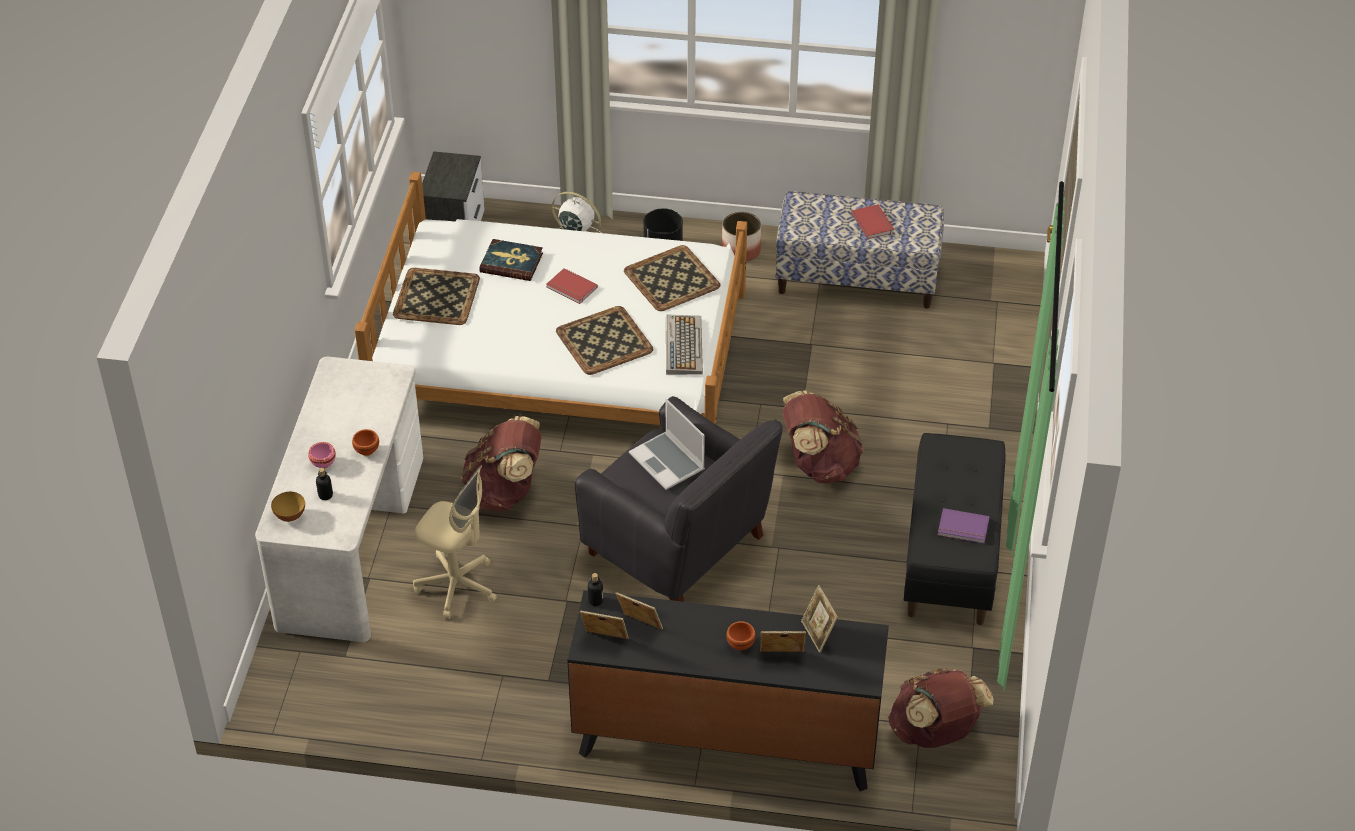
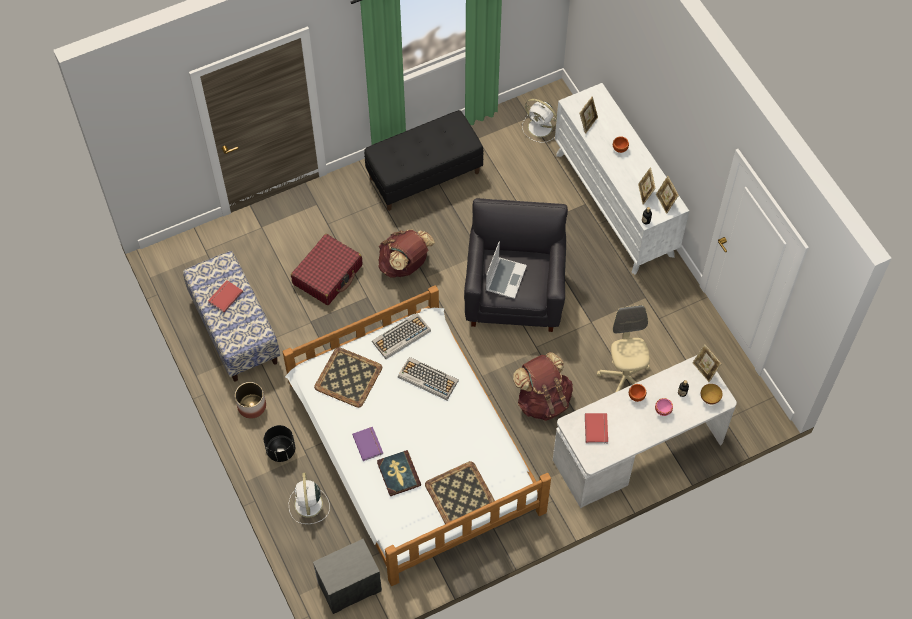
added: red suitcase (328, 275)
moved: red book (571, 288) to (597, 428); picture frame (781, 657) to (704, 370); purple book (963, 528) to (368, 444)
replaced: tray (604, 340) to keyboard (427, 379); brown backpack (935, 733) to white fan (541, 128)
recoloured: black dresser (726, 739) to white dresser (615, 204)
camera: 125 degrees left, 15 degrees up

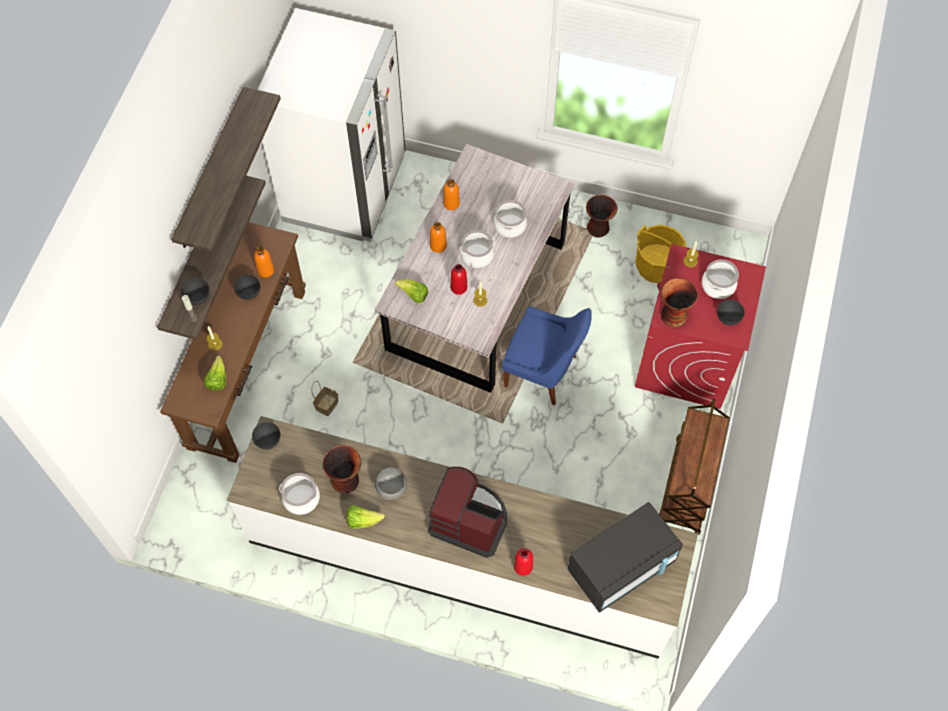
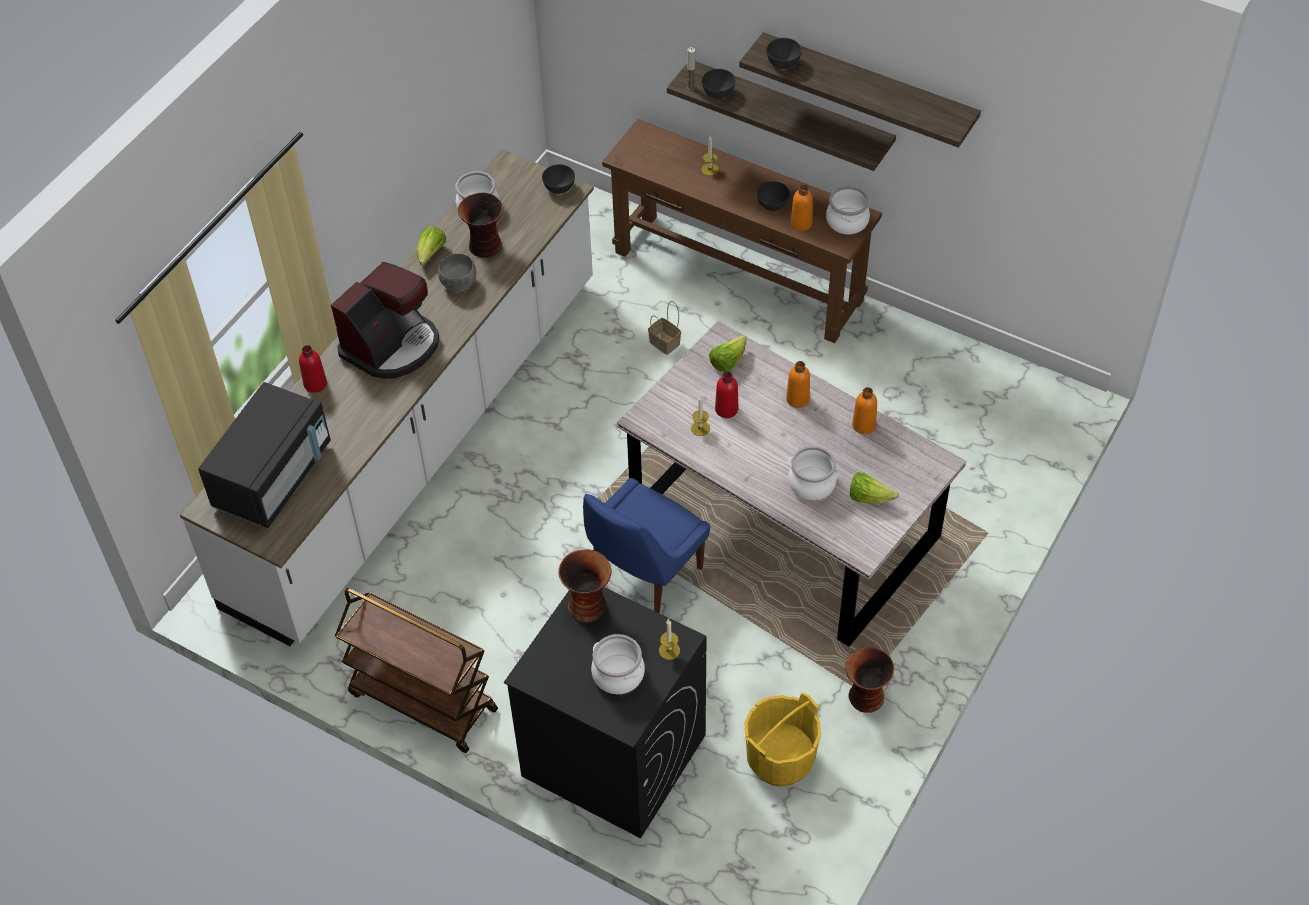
removed: white fridge (345, 189)
moved: lettuce (217, 379) to (869, 497); cooking pot (477, 256) to (846, 221); grey bowl (728, 318) to (783, 64)
recoloured: red washing machine (687, 359) to black washing machine (612, 755)
turned: black microwave (621, 566) = (273, 477) 135 degrees counterclockwise
camera: 105 degrees right, 10 degrees down

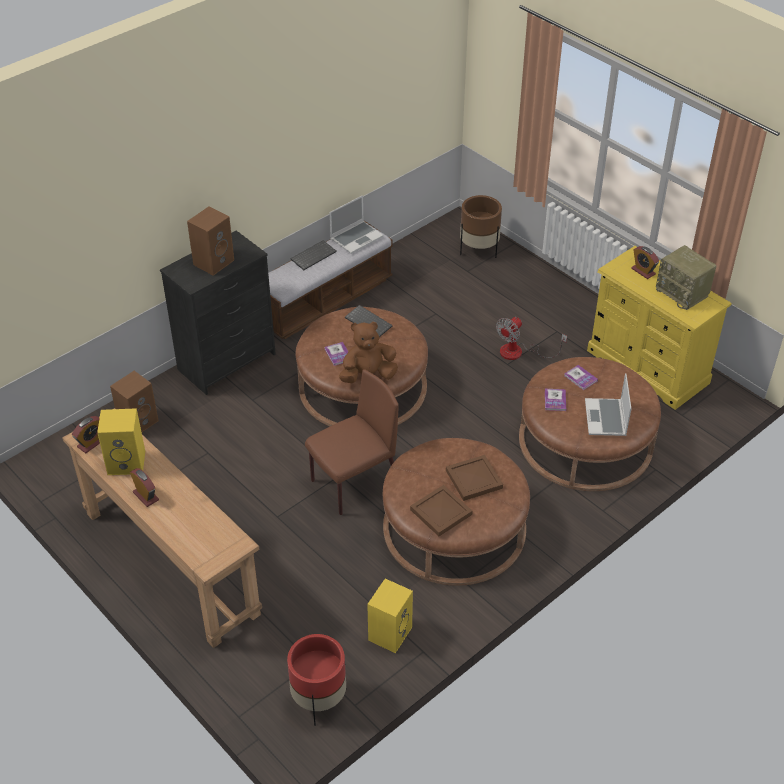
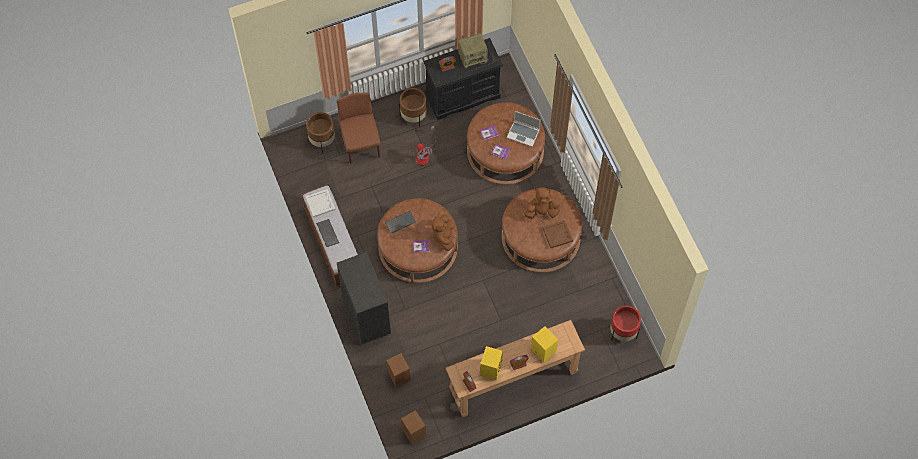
added: brown planter (414, 116)
moved: brown speaker (213, 261) to (413, 432); brown chair (354, 483) to (361, 144); yellow speaker (390, 632) to (542, 350)
replaced: laptop (356, 237) to white tray (320, 203); brown tray (475, 479) to brown plush toy (542, 211)
recoloured: yellow dresser (647, 367) to black dresser (463, 95)
camera: 70 degrees left, 20 degrees up

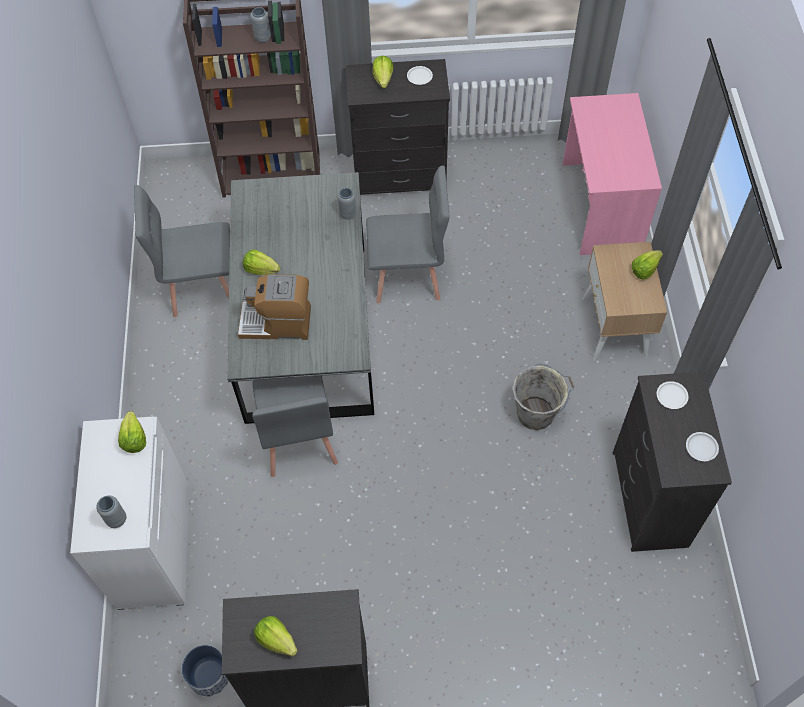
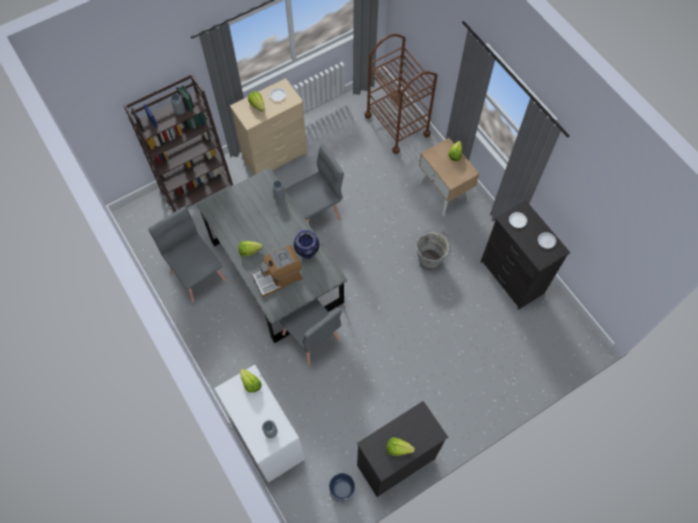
added: vase (307, 253)
replaced: pink desk (599, 206) to brown cart (397, 125)
recoloured: black dresser (400, 178) to beige dresser (275, 156)
turned: grey chair (202, 287) = (198, 275) 90 degrees clockwise
camera: 30 degrees left, 5 degrees up

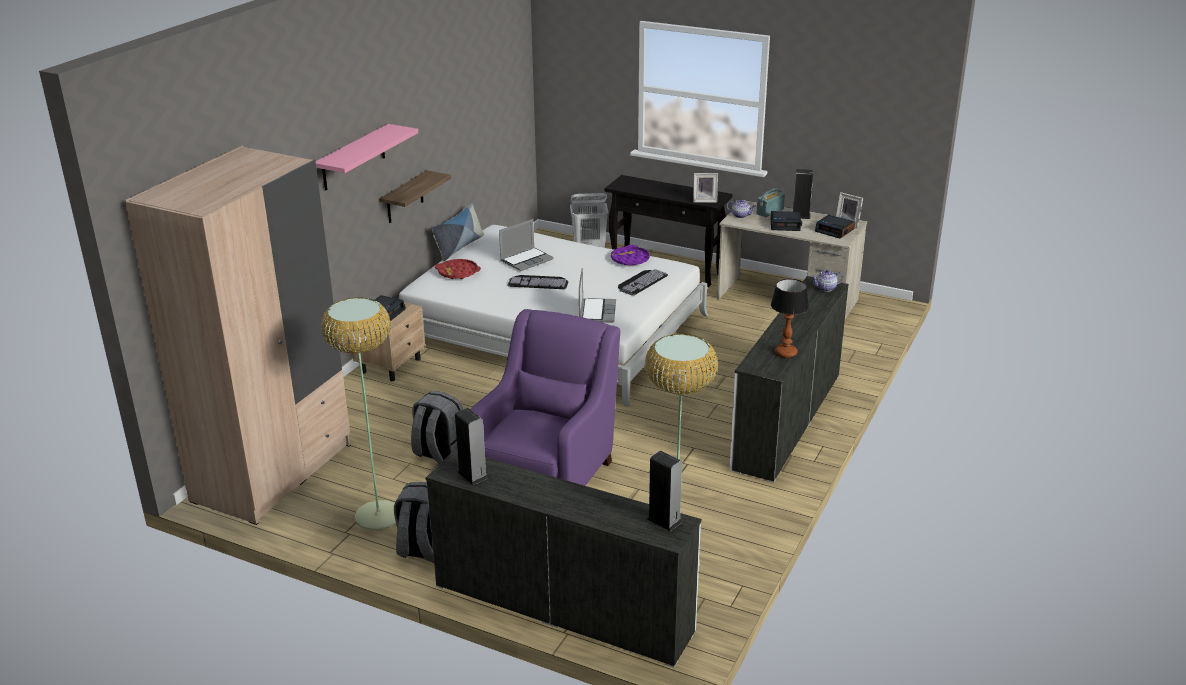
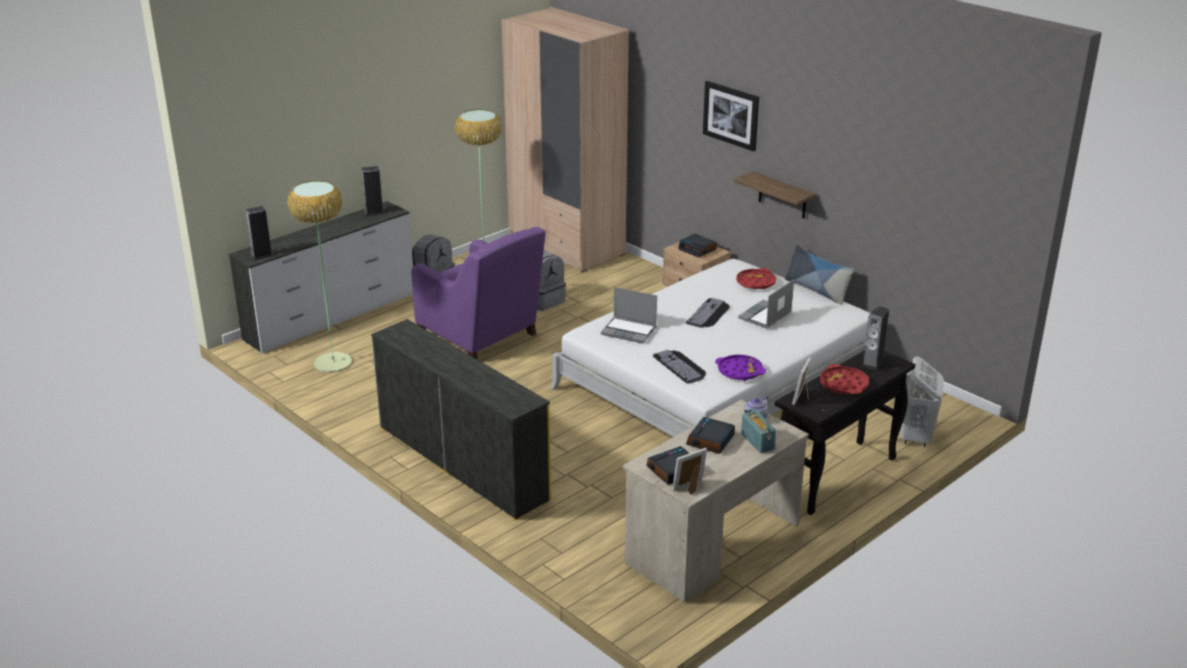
removed: table lamp (786, 353); teapot (826, 288)
added: red tray (844, 384)
moved: speaker (800, 216) to (872, 363)
replaced: pink shelf (353, 158) to picture (731, 115)
recoloured: white dresser (786, 421) to yellow dresser (462, 462)
turned: laptop (526, 260) = (765, 316) 60 degrees clockwise
camera: 110 degrees right, 0 degrees up

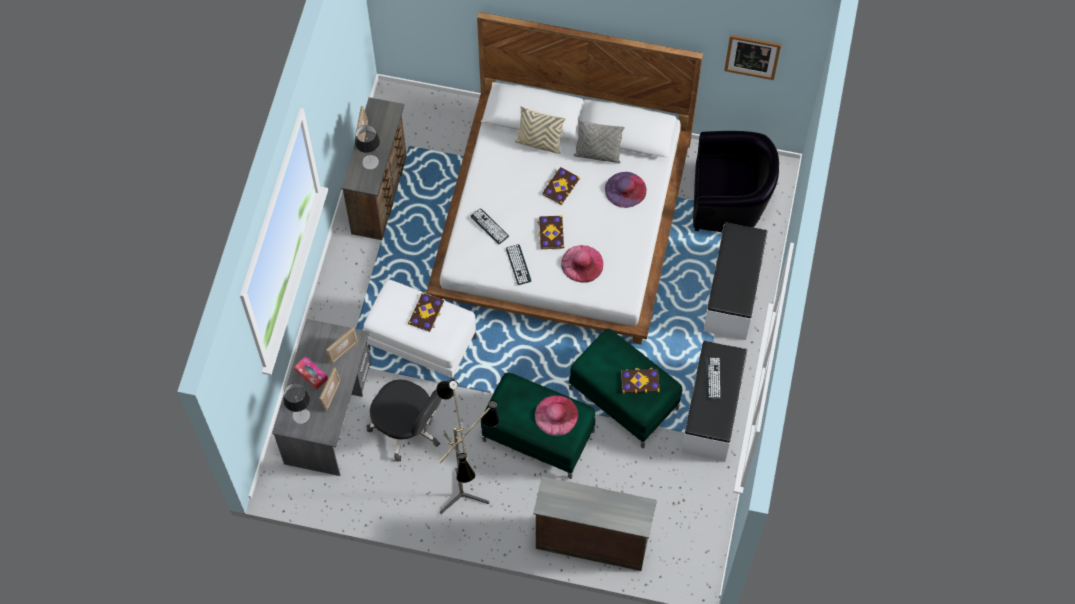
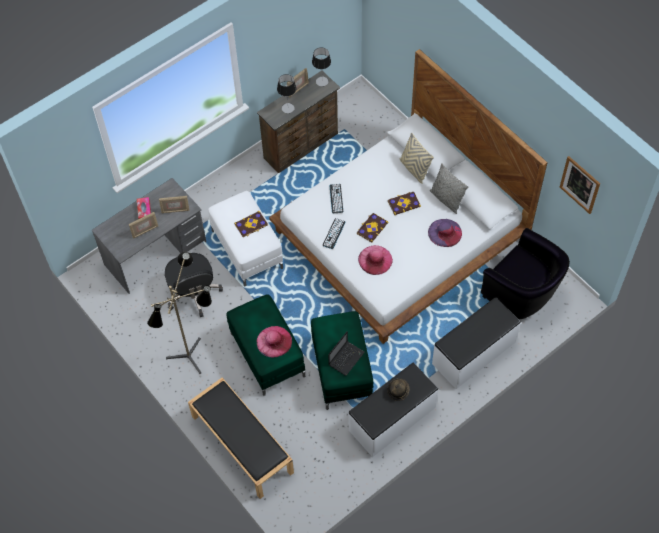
moved: table lamp (301, 415) to (322, 81)
replaced: brown dresser (591, 541) to black bench (241, 444); book (640, 381) to laptop (346, 358); keyboard (713, 378) to hat (398, 390)
camera: 40 degrees right, 5 degrees down

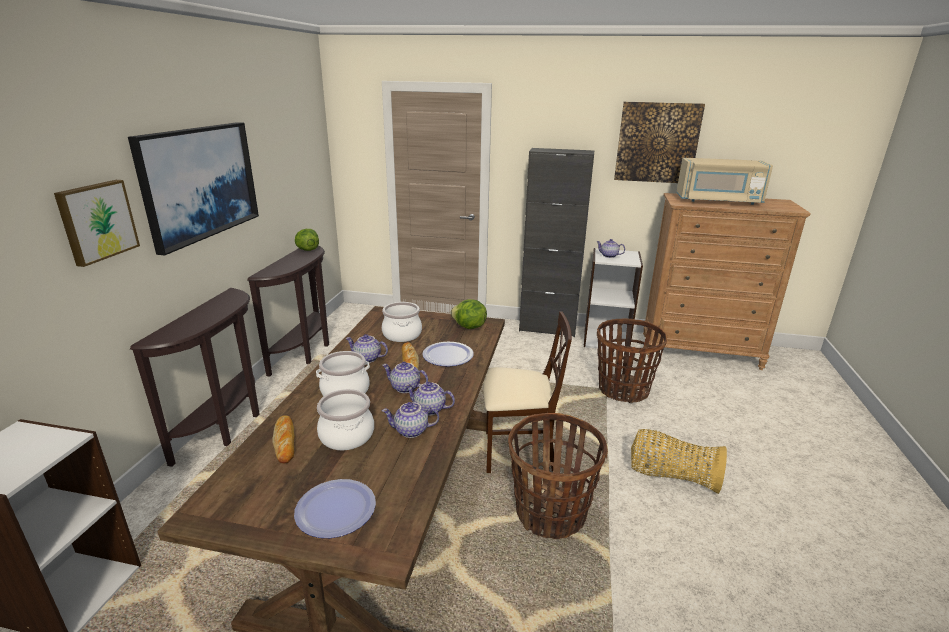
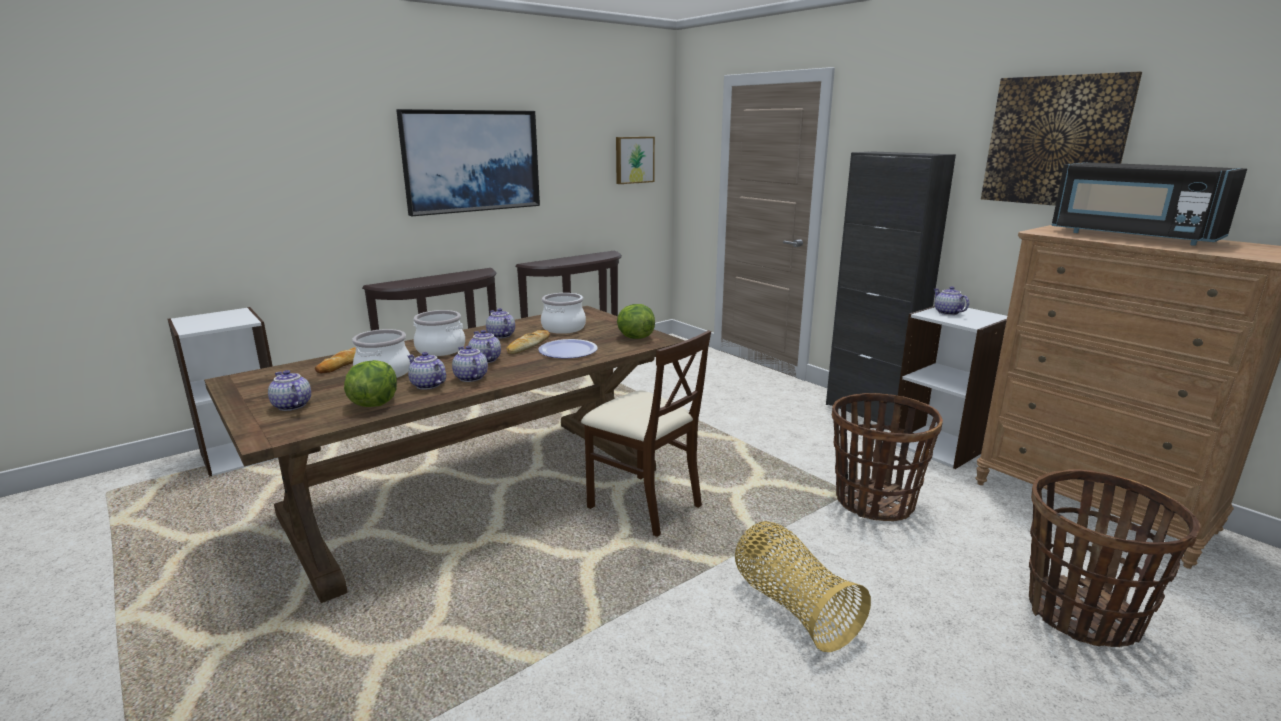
moved: picture (96, 221) to (634, 160); lettuce (307, 250) to (374, 403); basket (550, 514) to (1082, 614)
replaced: plate (336, 509) to teapot (291, 406)
recoloured: beige microwave (718, 201) to black microwave (1132, 236)
camera: 40 degrees right, 5 degrees down

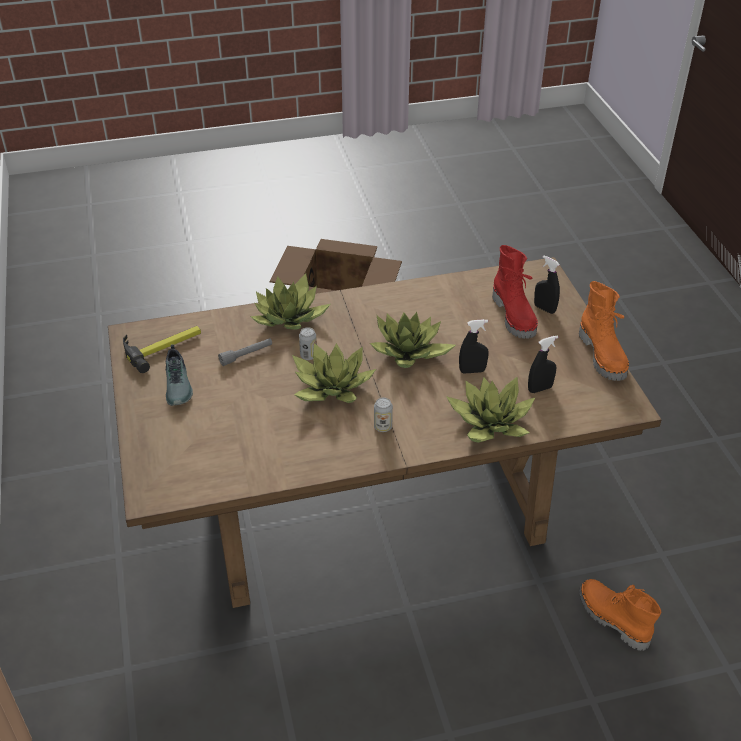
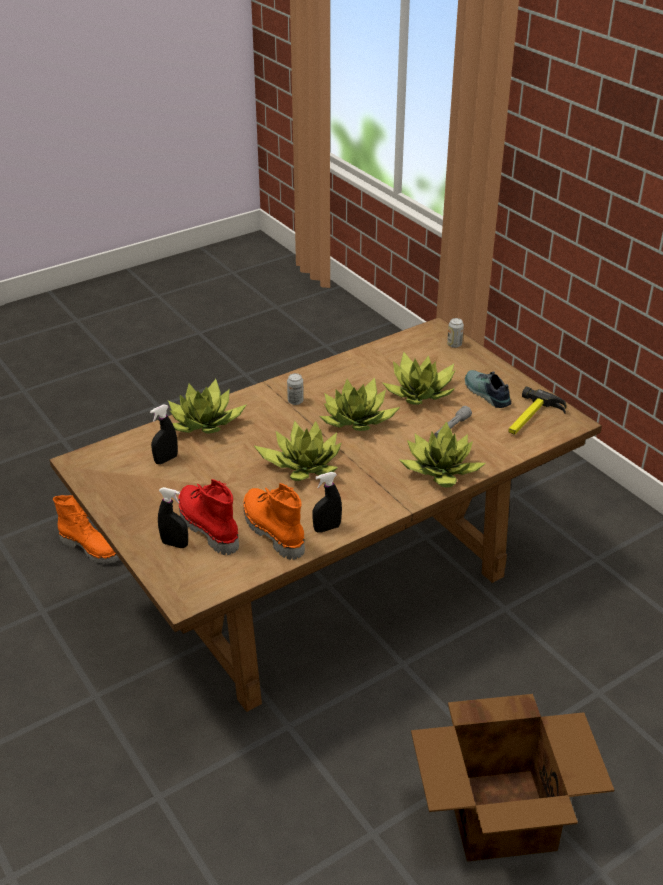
added: potted plant (420, 392)
moved: can (308, 356) to (454, 344); black spray bottle (472, 371) to (327, 528); orange boot (603, 355) to (271, 531)
camera: 160 degrees right, 5 degrees down

